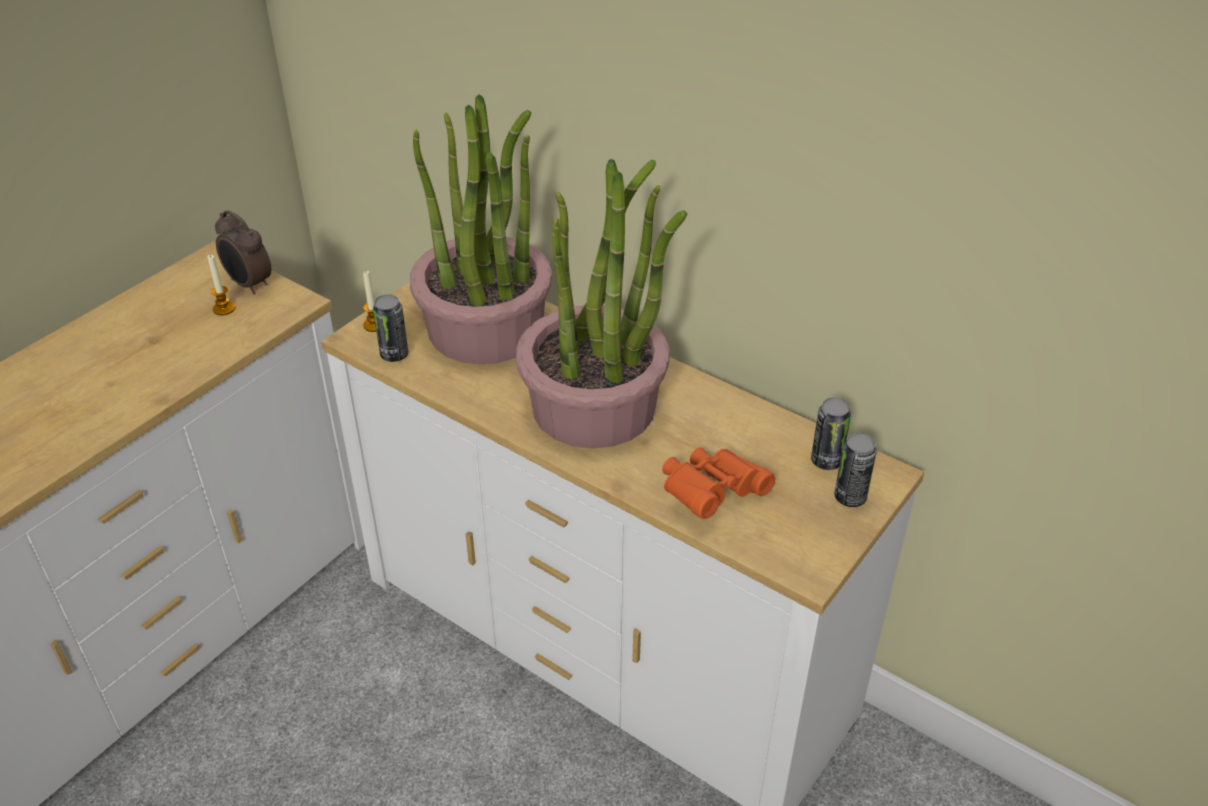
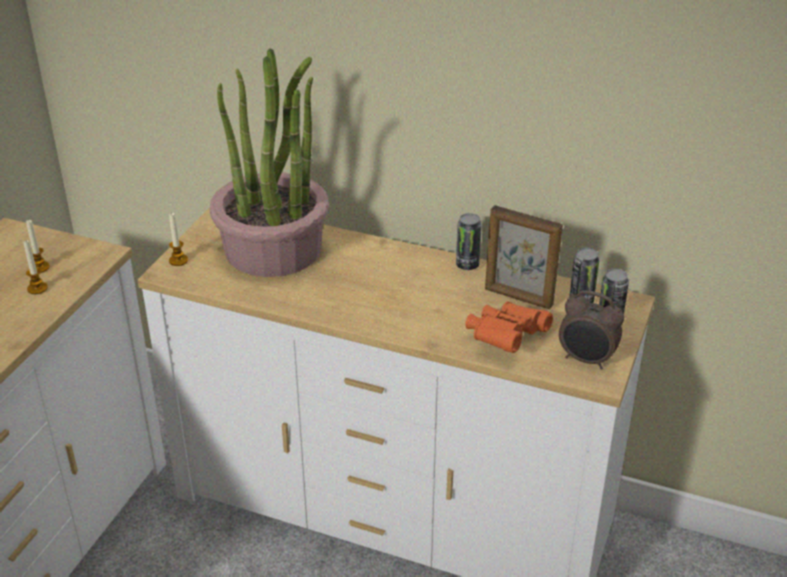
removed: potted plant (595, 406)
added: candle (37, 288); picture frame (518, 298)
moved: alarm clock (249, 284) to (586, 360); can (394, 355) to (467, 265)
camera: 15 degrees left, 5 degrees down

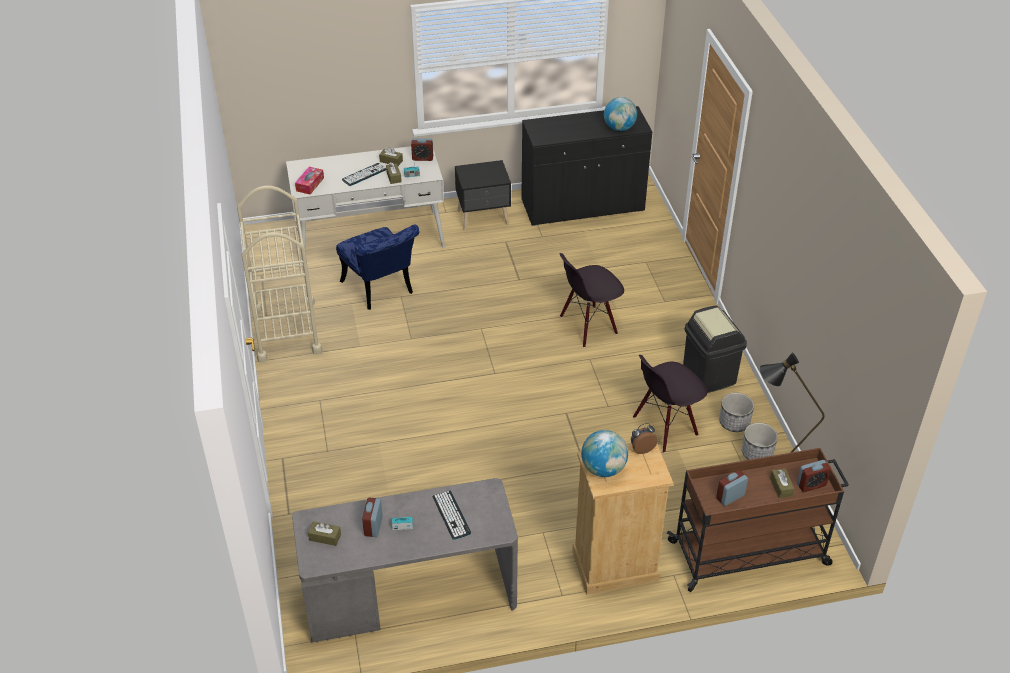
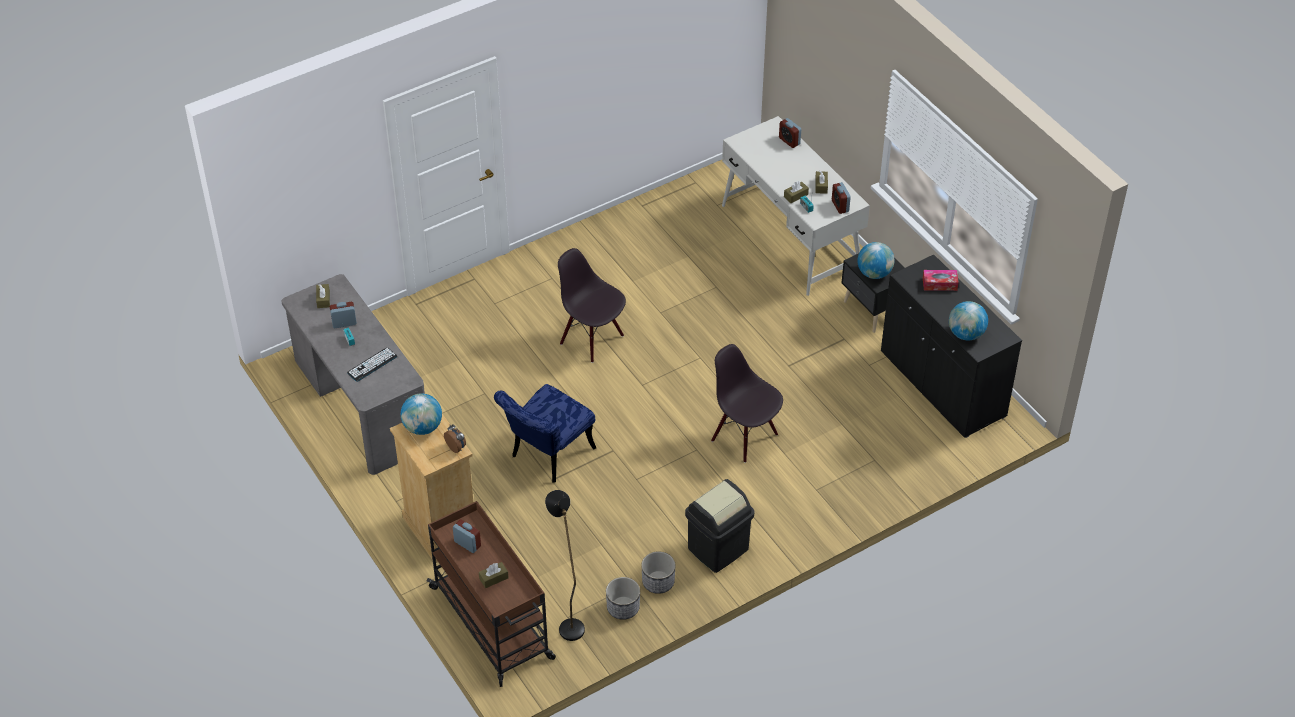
removed: beige cart (286, 331); keyboard (364, 175)
added: globe (874, 273)
moved: tissue box (310, 184) to (939, 284); blue chair (380, 290) to (547, 455); black chair (665, 427) to (592, 339); alarm clock (811, 485) to (789, 141)
camera: 70 degrees right, 5 degrees up

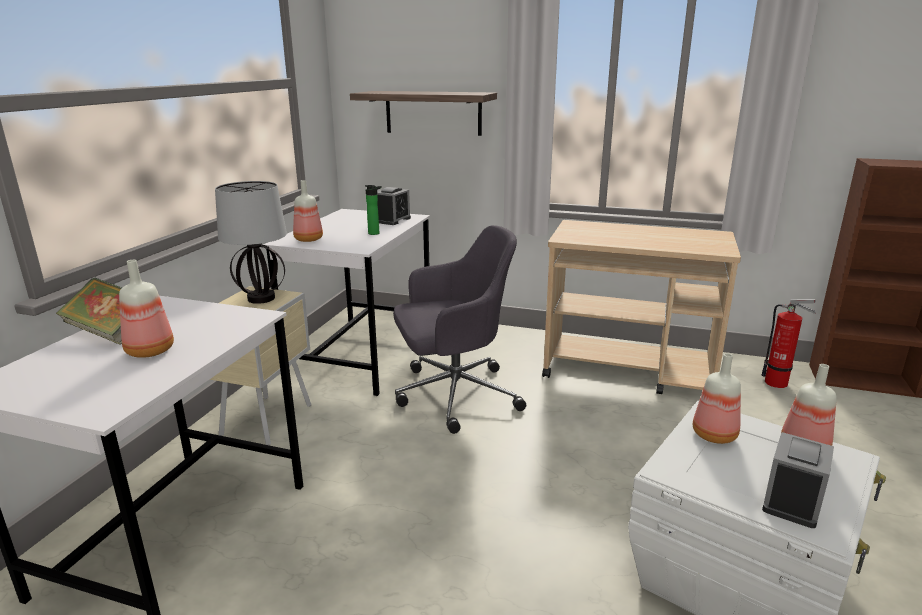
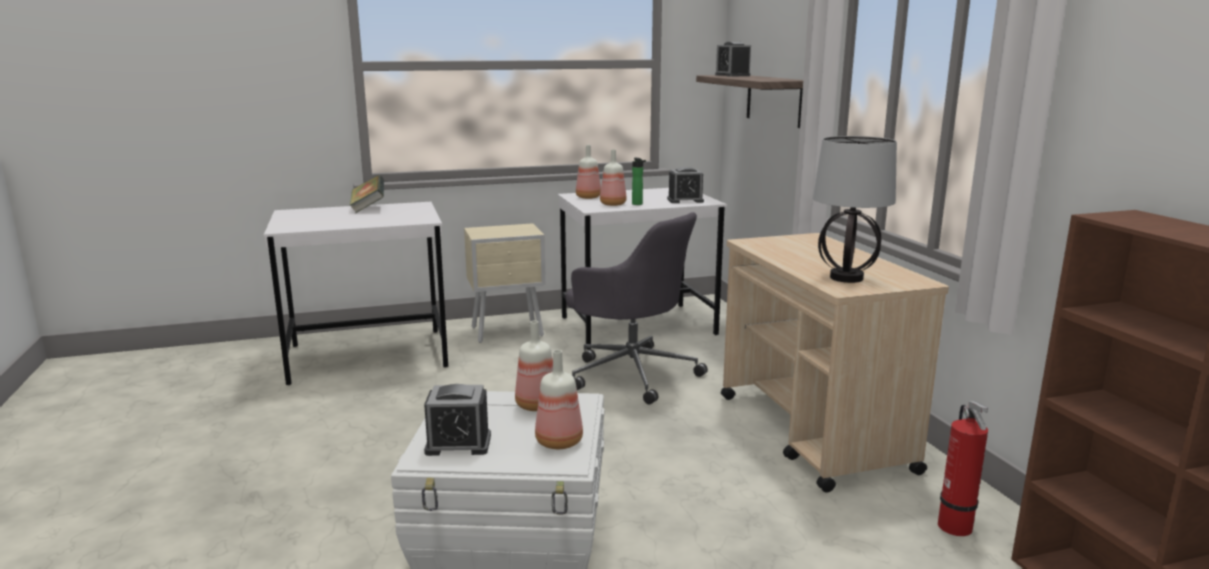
added: alarm clock (732, 75)
moved: bottle (150, 351) to (612, 204); table lamp (260, 298) to (846, 277)
camera: 55 degrees right, 5 degrees down

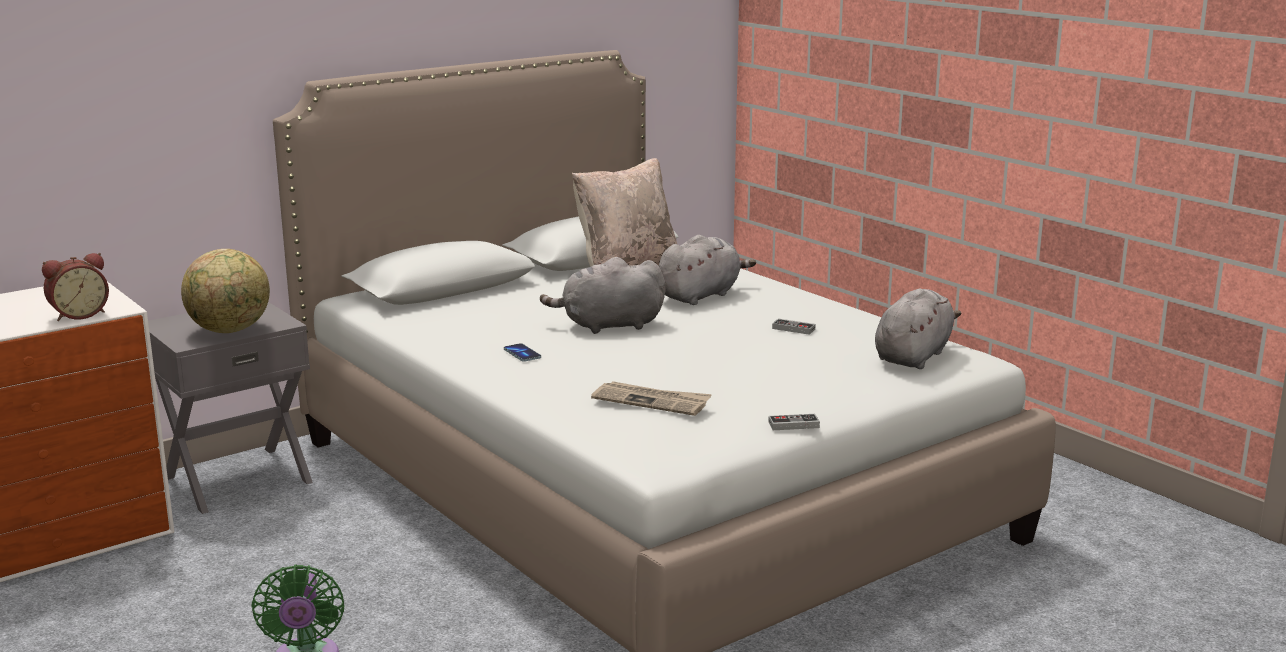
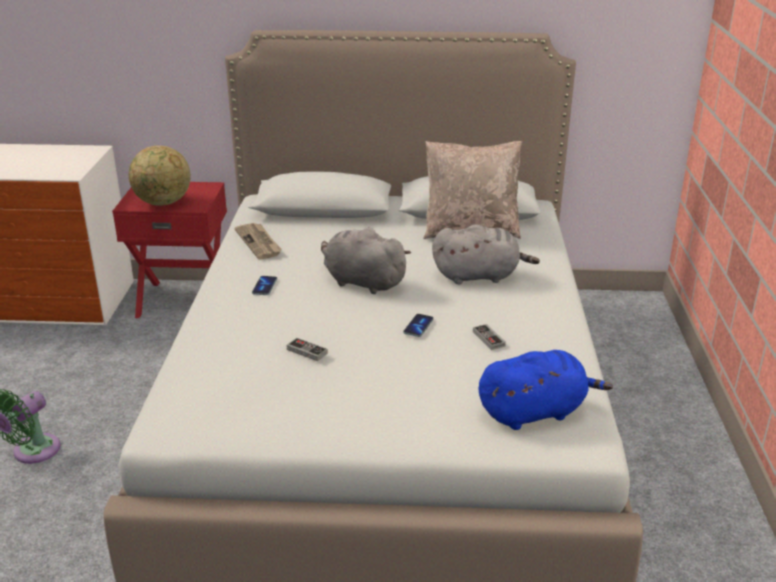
removed: alarm clock (79, 315)
added: phone (418, 326)
moved: newspaper (652, 401) to (259, 242); game controller (793, 425) to (307, 351)
recoloured: grey nightstand (237, 478) to red nightstand (184, 299); grey plush toy (913, 356) to blue plush toy (535, 412)
camera: 40 degrees right, 10 degrees up

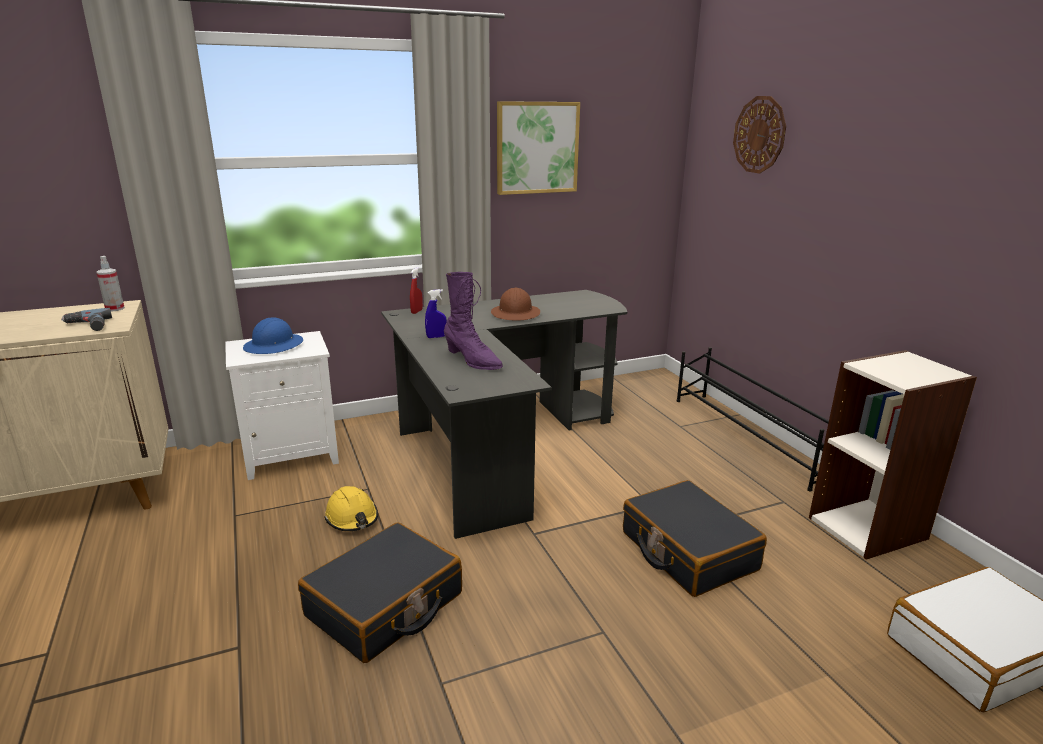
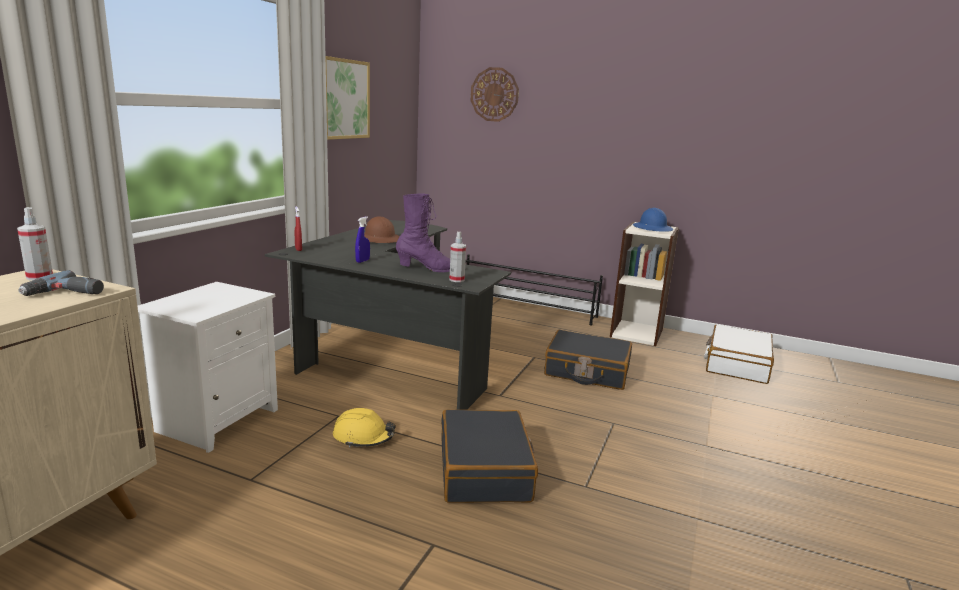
added: spray bottle (457, 280)
moved: blue hard hat (274, 346) to (652, 228)
camera: 45 degrees left, 5 degrees down

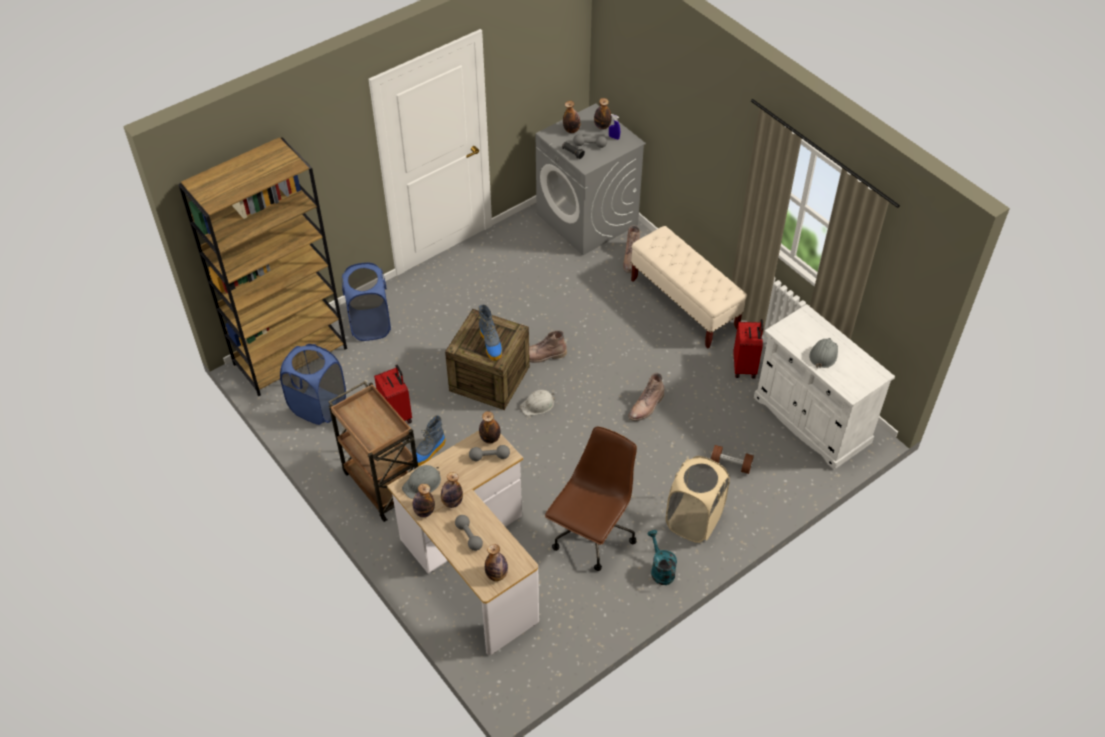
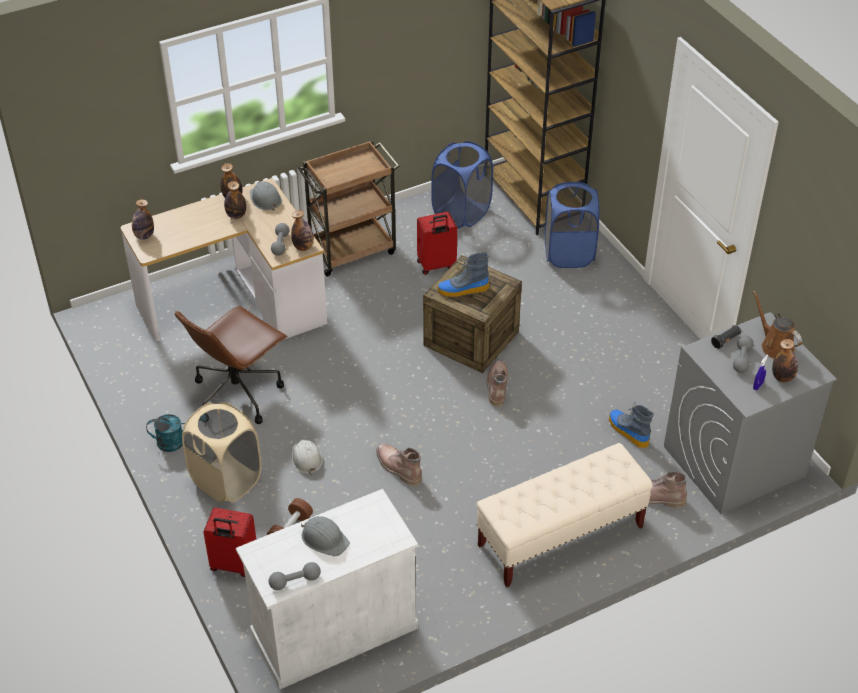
moved: boot (427, 453) to (627, 431); grey dumbbell (469, 536) to (295, 581); white hard hat (538, 405) to (306, 458); red suitcase (745, 367) to (233, 565)
replaced: bottle (571, 130) to brown watering can (775, 346)
turned: brown office chair (592, 535) = (238, 393) 90 degrees clockwise
camera: 100 degrees right, 5 degrees down

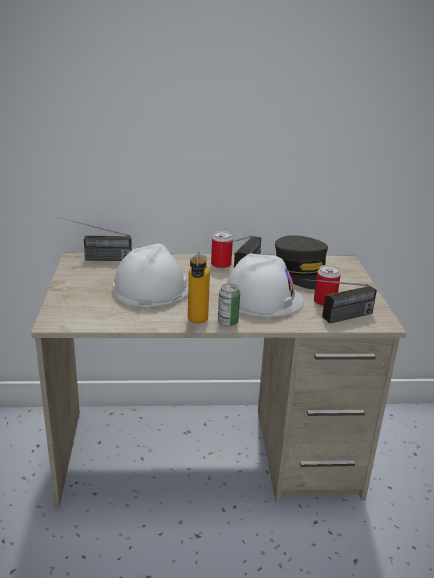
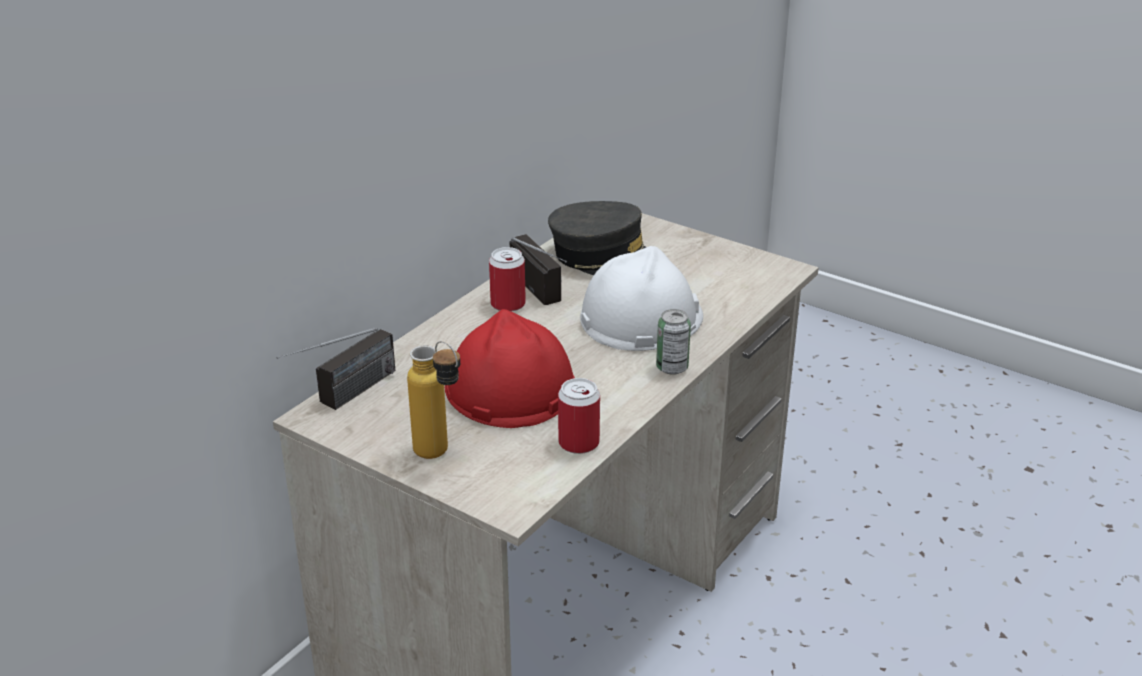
removed: radio (336, 319)
moved: bottle (197, 323) to (440, 456); can (324, 302) to (578, 443)
recoloured: white hard hat (151, 288) to red hard hat (509, 387)
camera: 50 degrees left, 5 degrees up

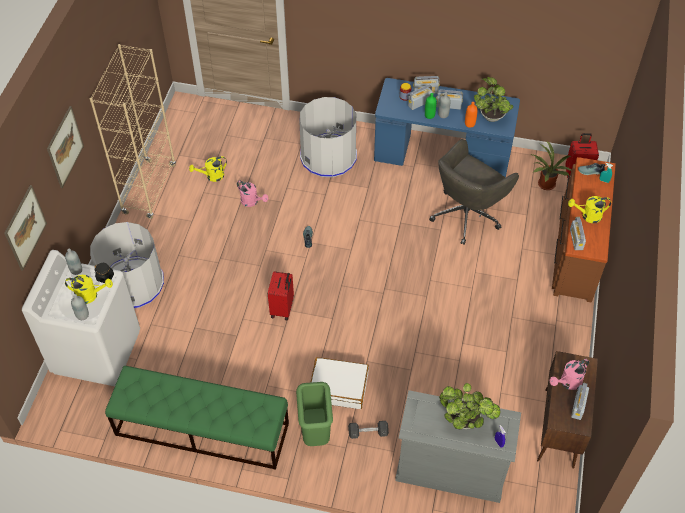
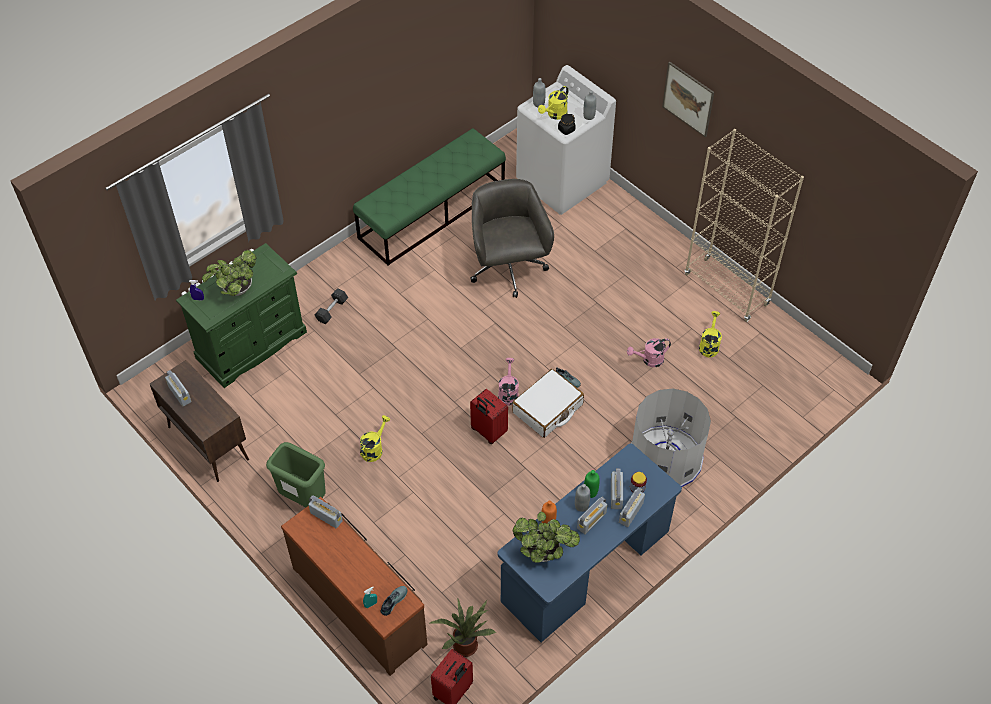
removed: picture (25, 227); grey trash can (132, 283)
moved: red suitcase (283, 308) to (488, 432); green trash can (315, 432) to (304, 497); white suitcase (338, 387) to (548, 409); grey office chair (467, 214) to (508, 269); pink watering can (568, 383) to (508, 392); yellow watering can (588, 216) to (374, 449)
recoloured: grey dresser (450, 468) to green dresser (251, 345)
camera: 125 degrees right, 0 degrees up

